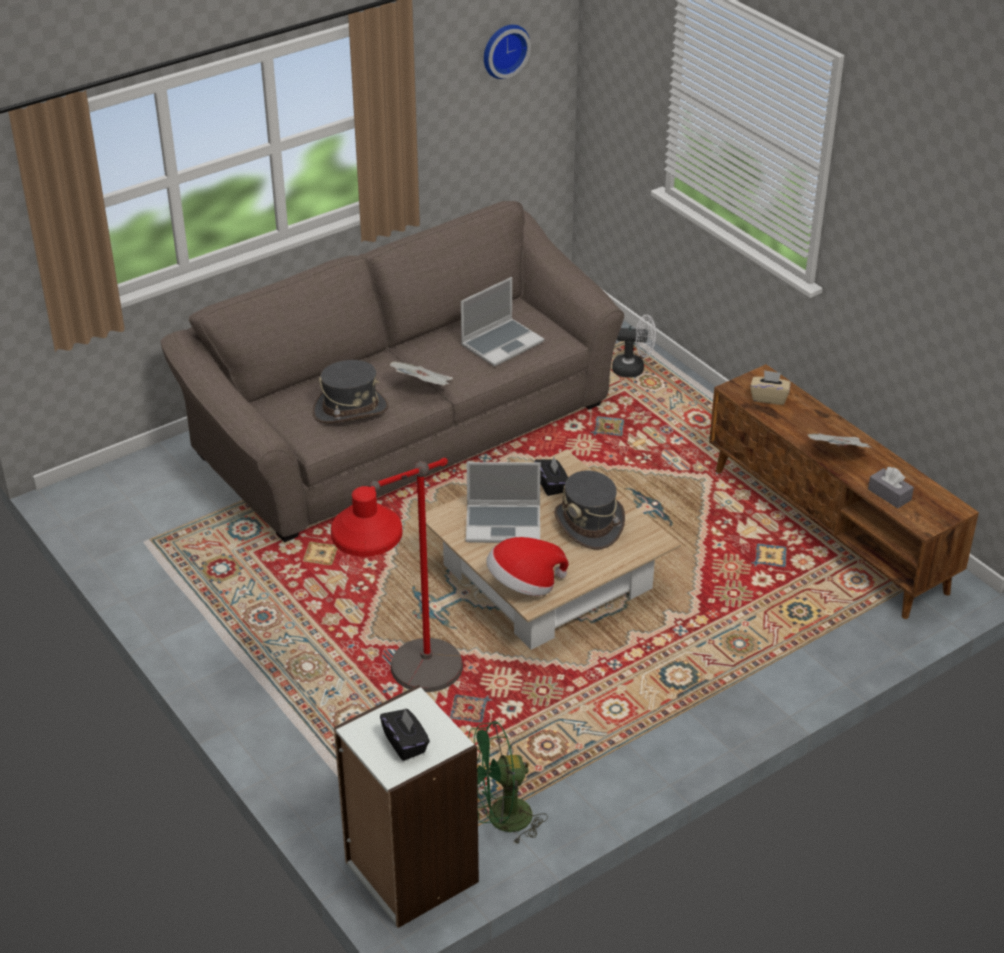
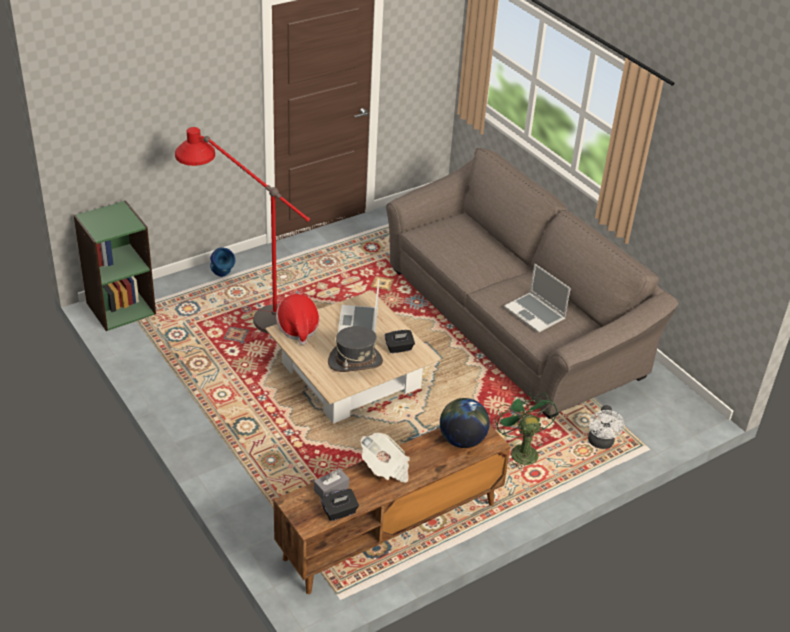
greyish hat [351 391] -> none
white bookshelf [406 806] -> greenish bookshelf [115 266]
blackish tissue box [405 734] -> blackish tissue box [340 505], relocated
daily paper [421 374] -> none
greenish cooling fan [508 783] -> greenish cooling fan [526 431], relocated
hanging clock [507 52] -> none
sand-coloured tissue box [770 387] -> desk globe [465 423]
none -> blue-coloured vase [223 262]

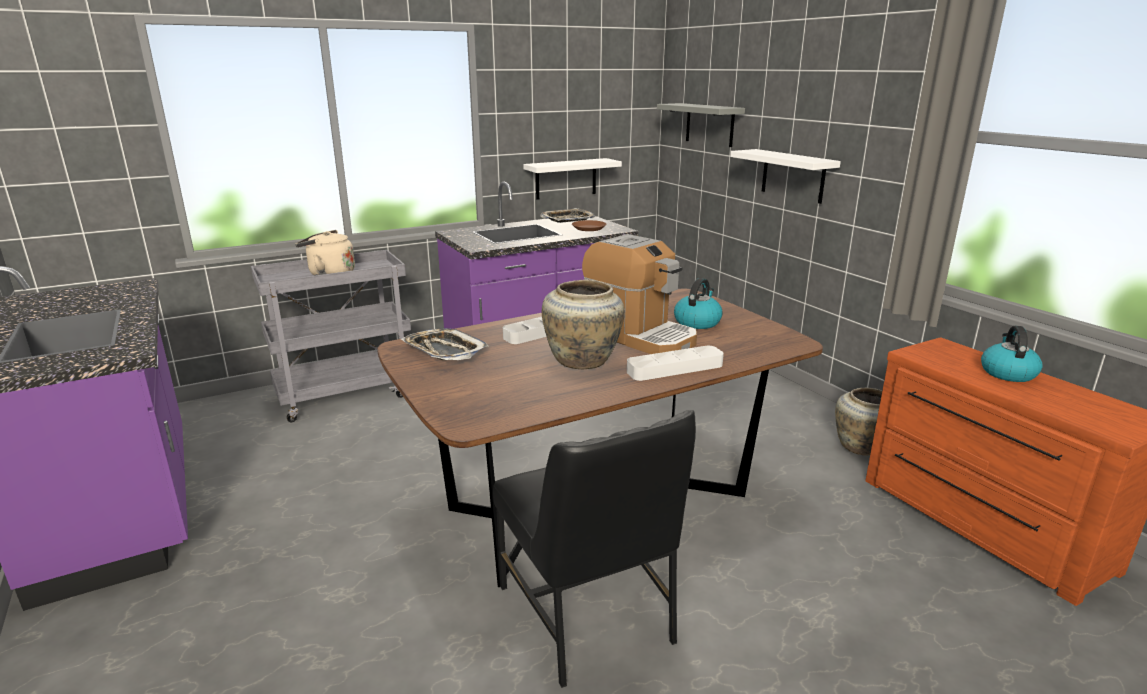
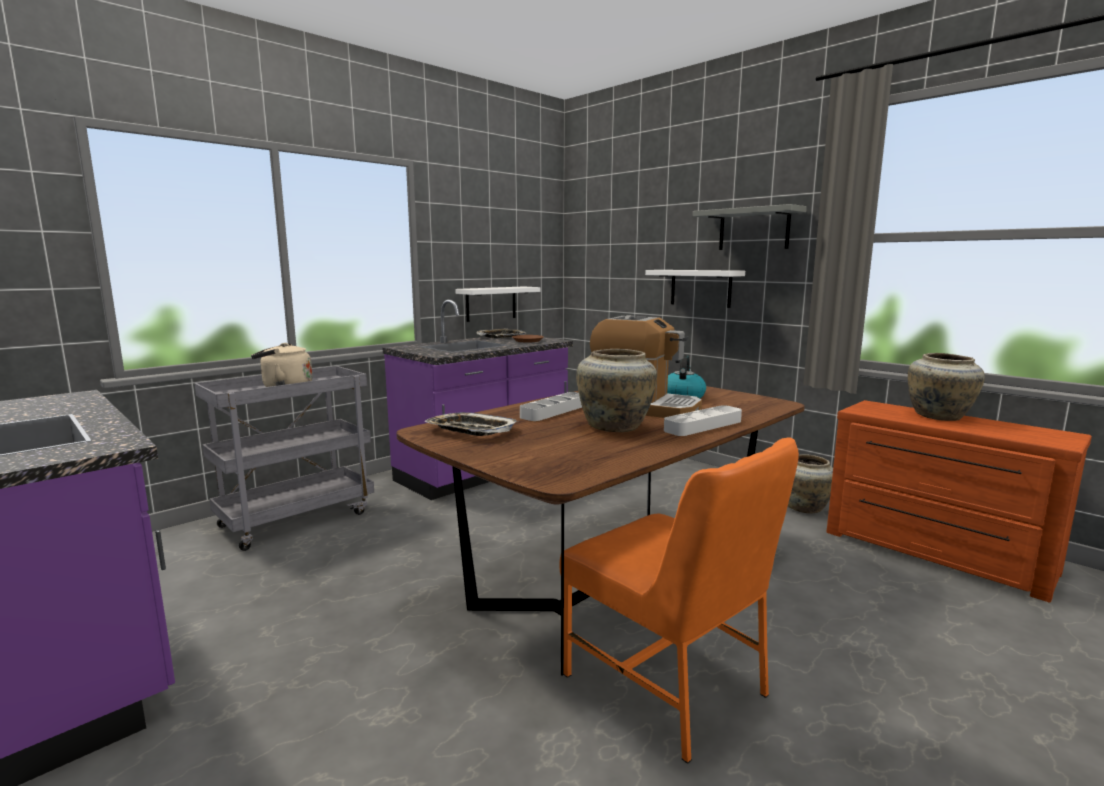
blackish chair [594 549] -> orangey chair [679 600]
greyish wall shelf [701 125] -> greyish wall shelf [750 227], relocated
tea kettle [1012 354] -> sand-coloured vase [946 387]

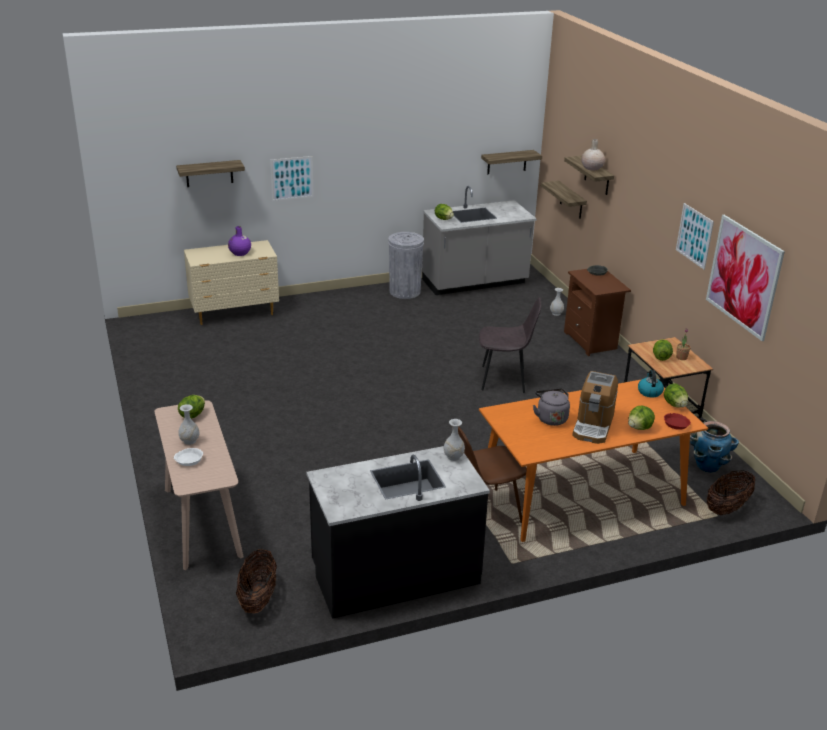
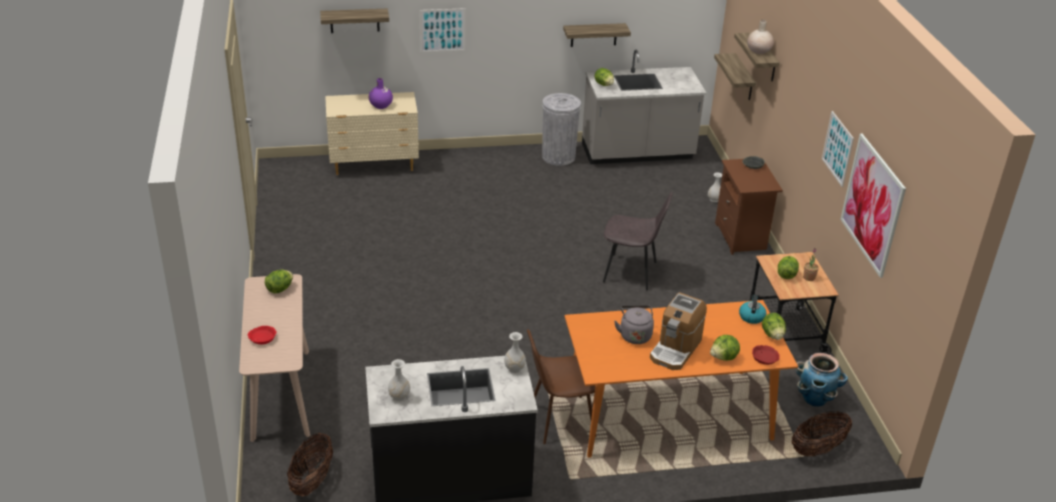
white serving bowl [188 457] -> red-coloured serving bowl [262 335]
white vase [188 424] -> white vase [399 380], relocated
wall shelf [511 162] -> wall shelf [597 35], relocated

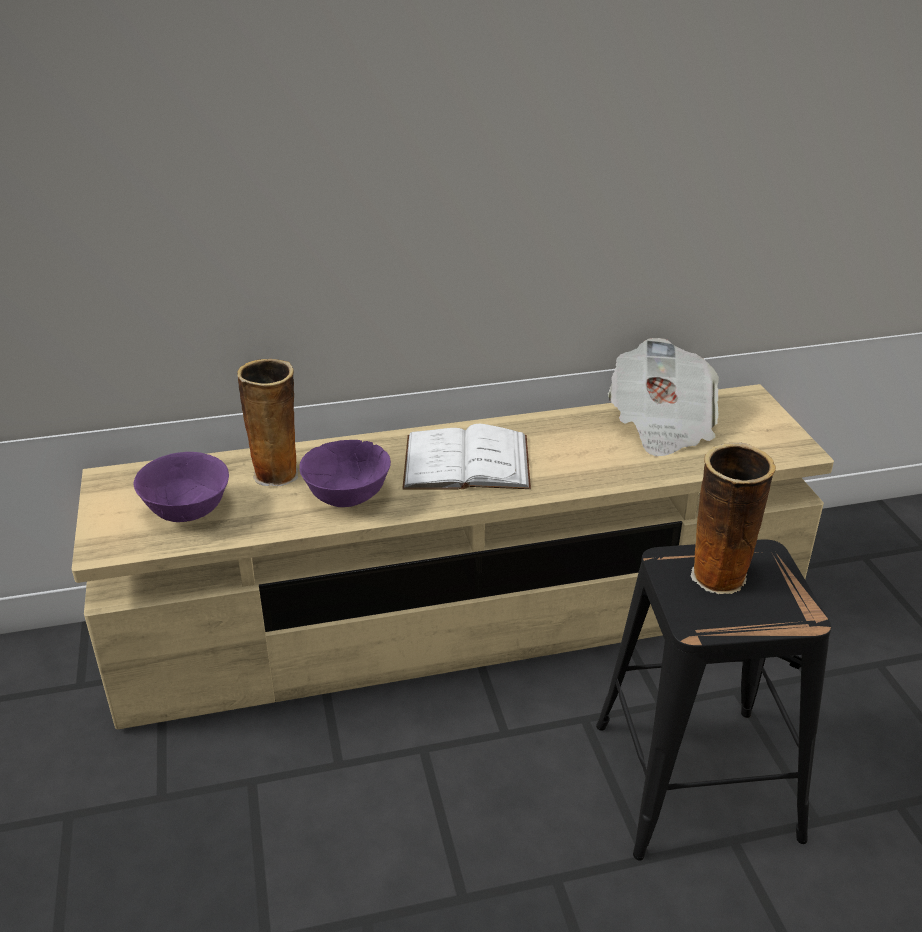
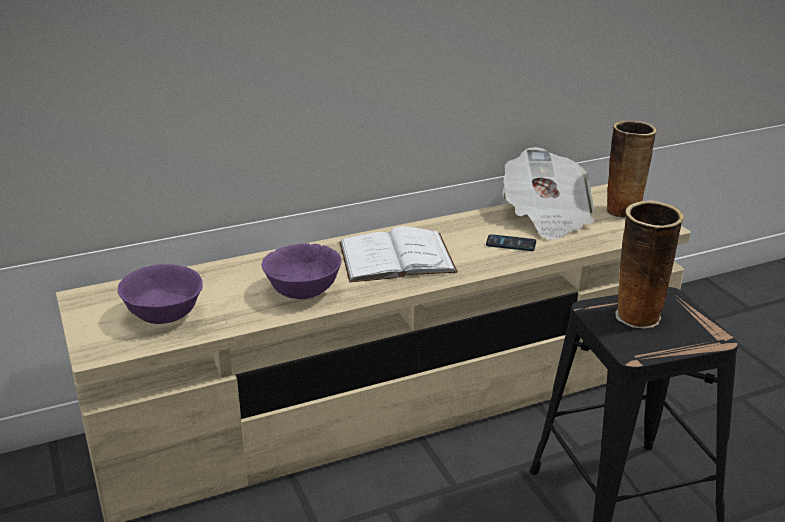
vase [267 422] -> vase [631 170], relocated
none -> phone [511 242]

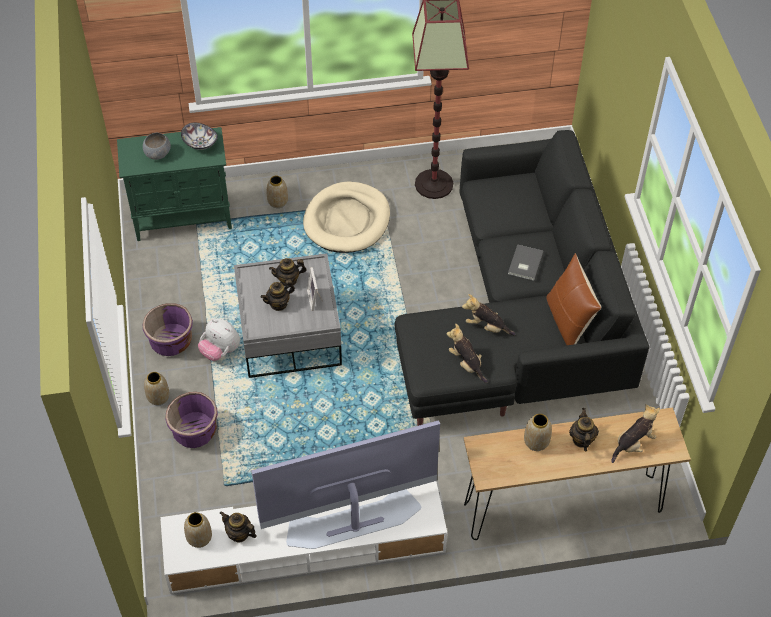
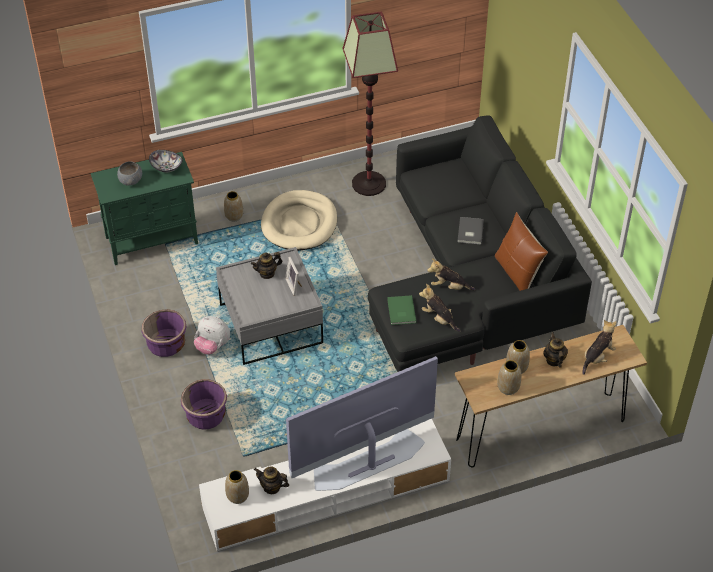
vase [157 389] -> vase [509 377], relocated
tea pot [278 295] -> none
none -> greenish book [401 310]

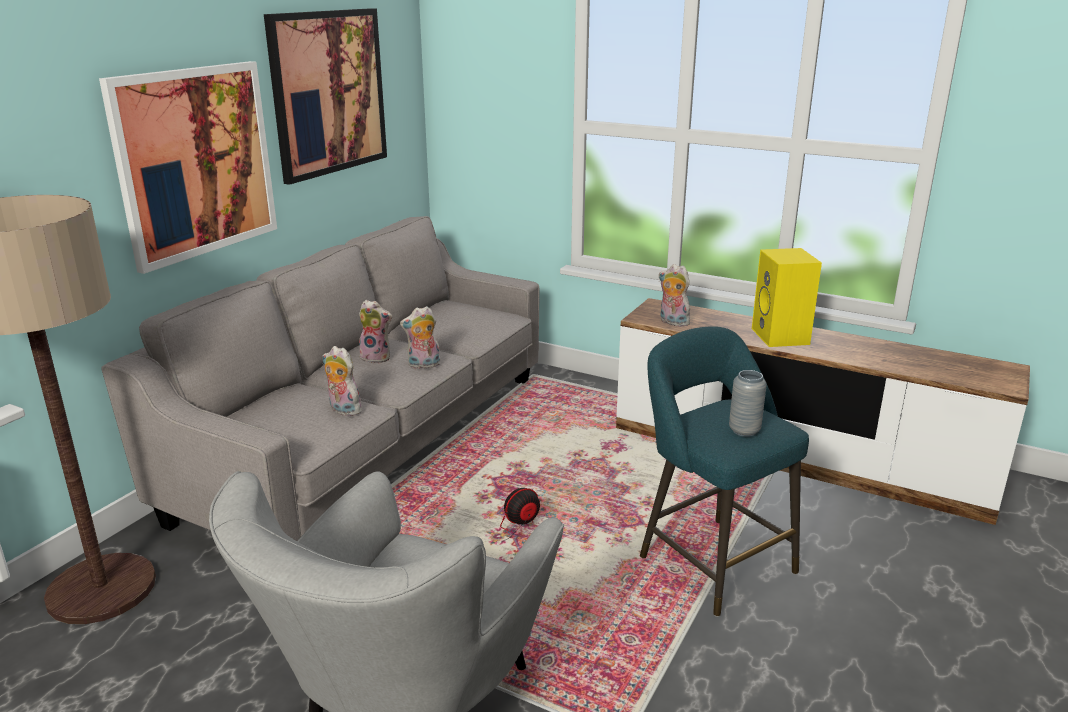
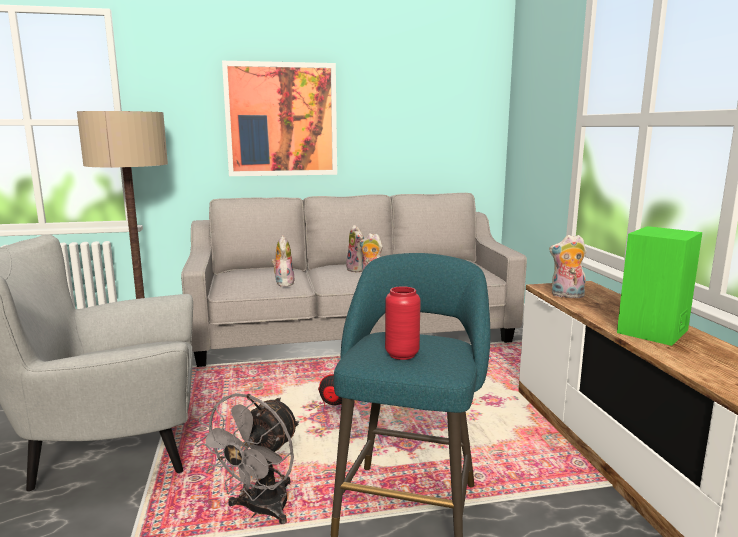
picture [325 96] -> none
cuddly toy [674 295] -> cuddly toy [568 266], 75 degrees counterclockwise
greyish vase [748 403] -> red-coloured vase [403 323]
yellowish speaker [787 297] -> greenish speaker [659 286]
none -> greyish cooling fan [247 458]

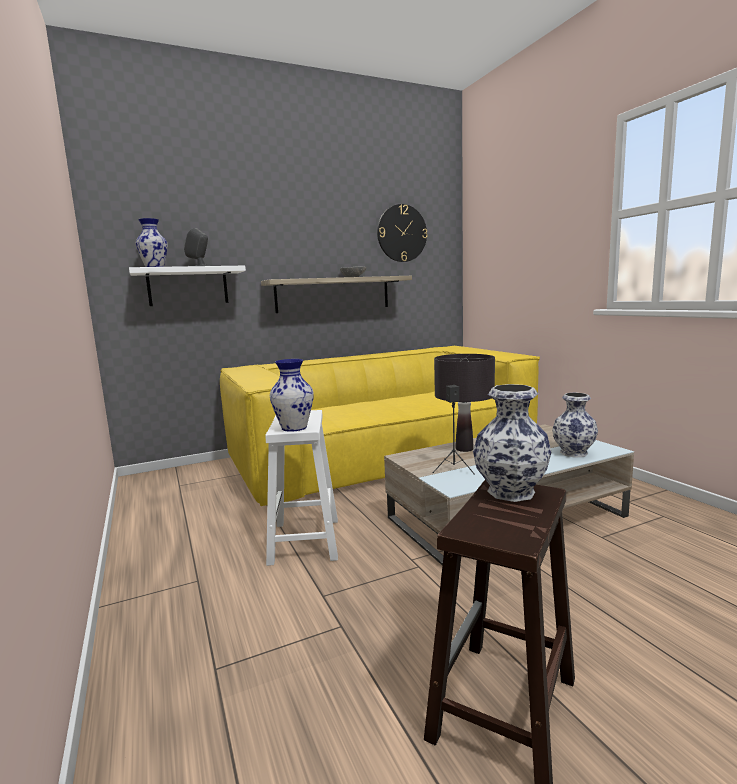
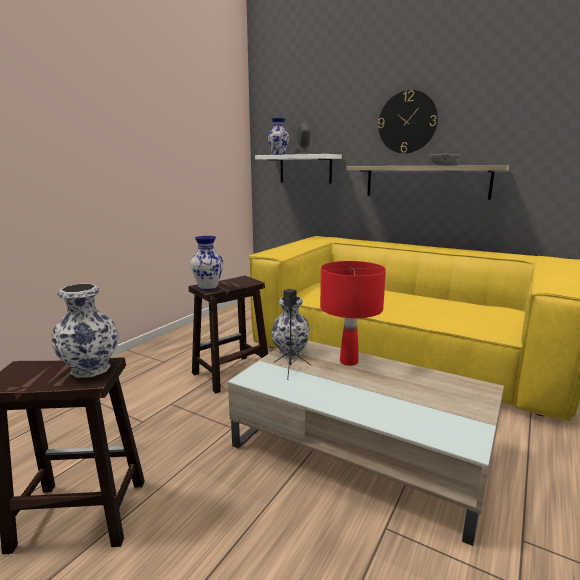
white stool [301 488] -> brownish stool [228 334]
hanging clock [402 233] -> hanging clock [408 121], relocated
blackish lamp for a table [464 403] -> red-coloured lamp for a table [353 313]
vase [575 425] -> vase [290 327], relocated

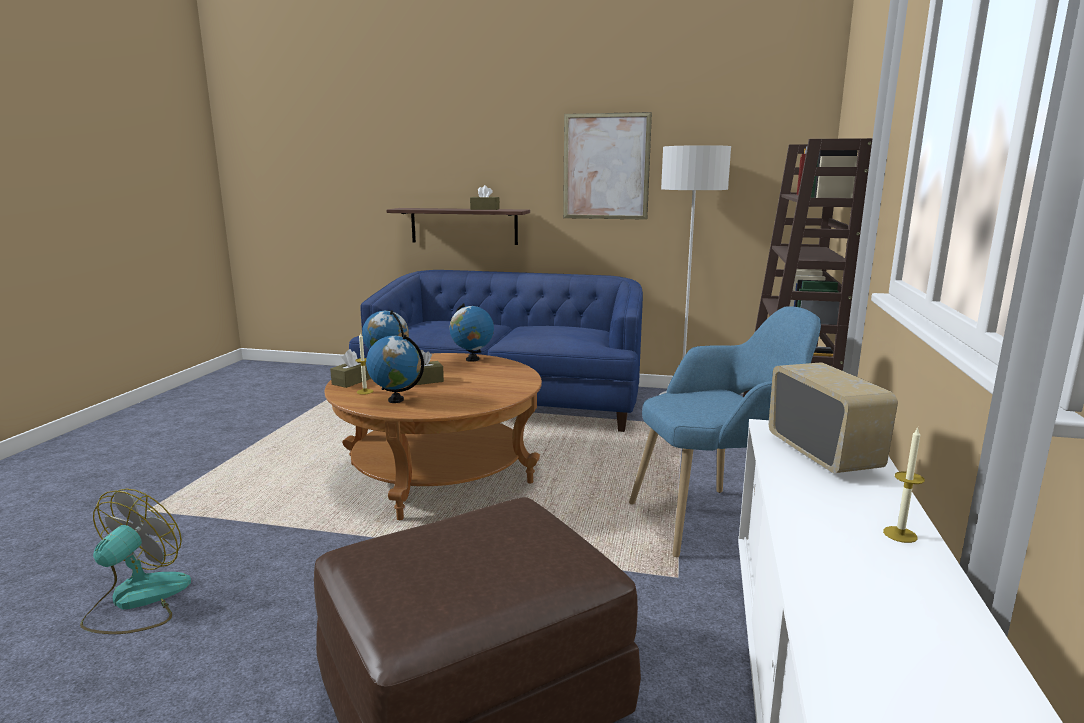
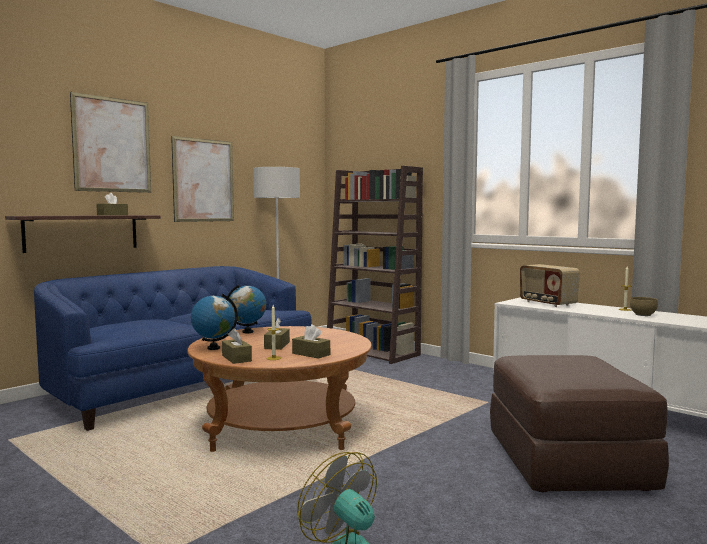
desk globe [395 368] -> brownish tissue box [311 341]
blue-coloured lounge chair [725 431] -> none
radio set [833 417] -> radio set [550 285], 135 degrees counterclockwise
none -> picture [110 142]
none -> brownish serving bowl [644 306]

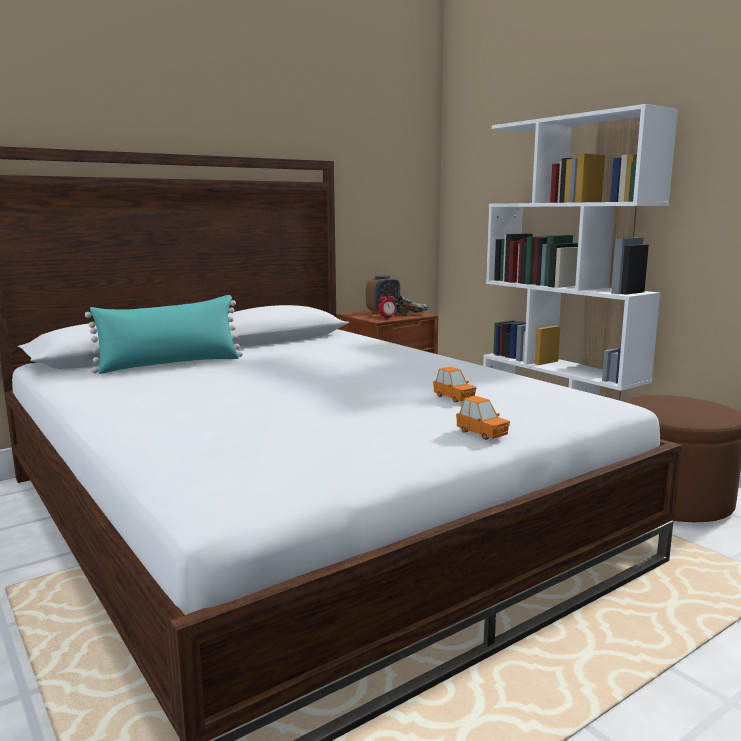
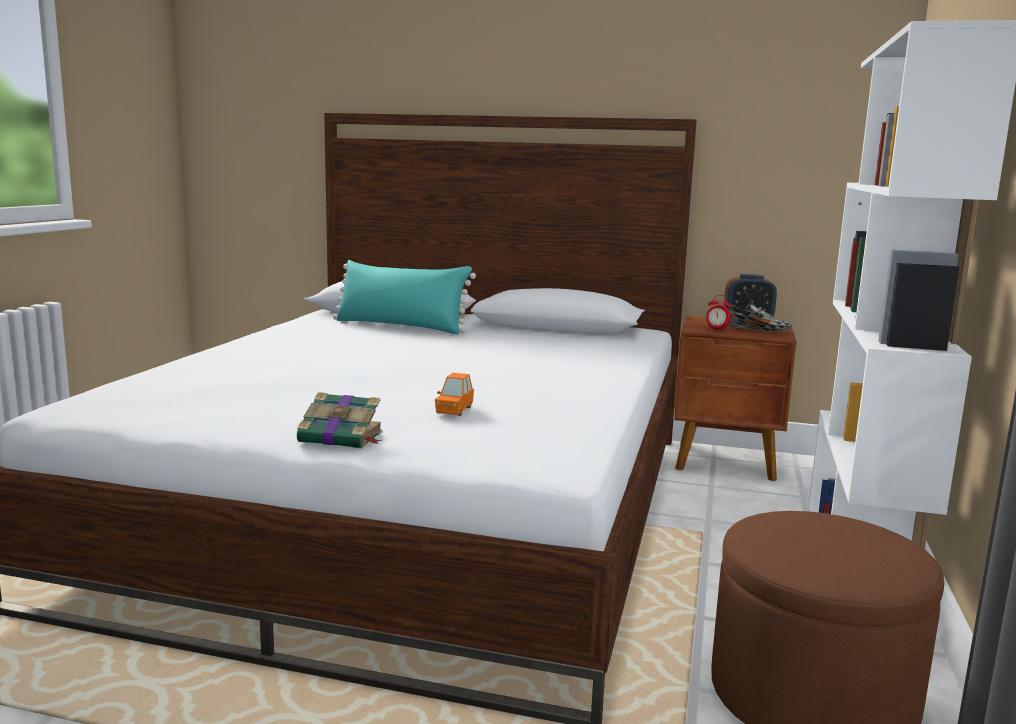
orangey model car [483 418] -> book [339 420]

